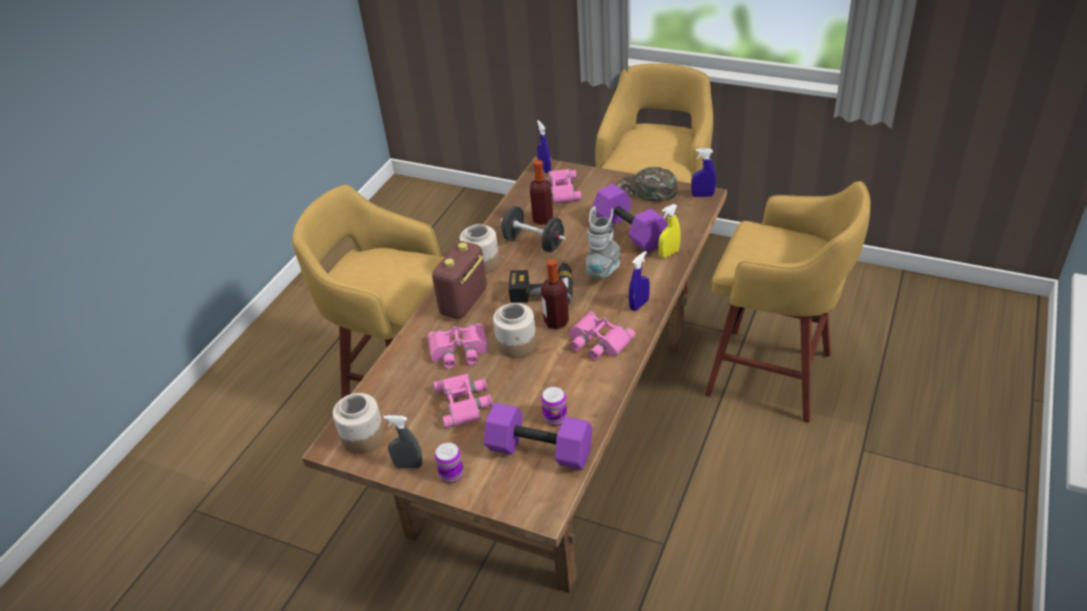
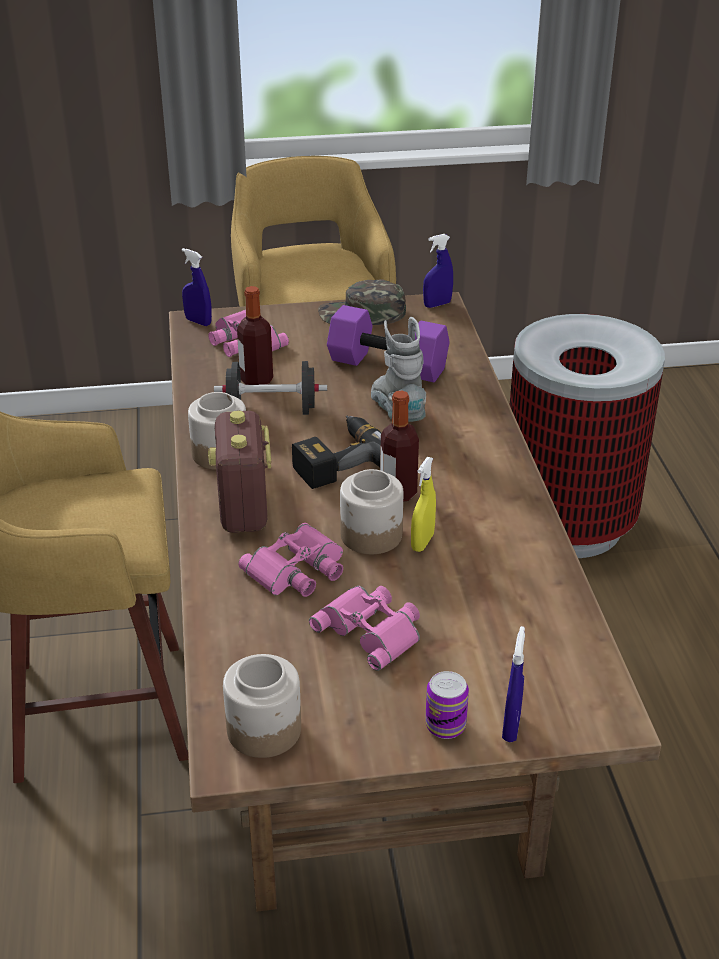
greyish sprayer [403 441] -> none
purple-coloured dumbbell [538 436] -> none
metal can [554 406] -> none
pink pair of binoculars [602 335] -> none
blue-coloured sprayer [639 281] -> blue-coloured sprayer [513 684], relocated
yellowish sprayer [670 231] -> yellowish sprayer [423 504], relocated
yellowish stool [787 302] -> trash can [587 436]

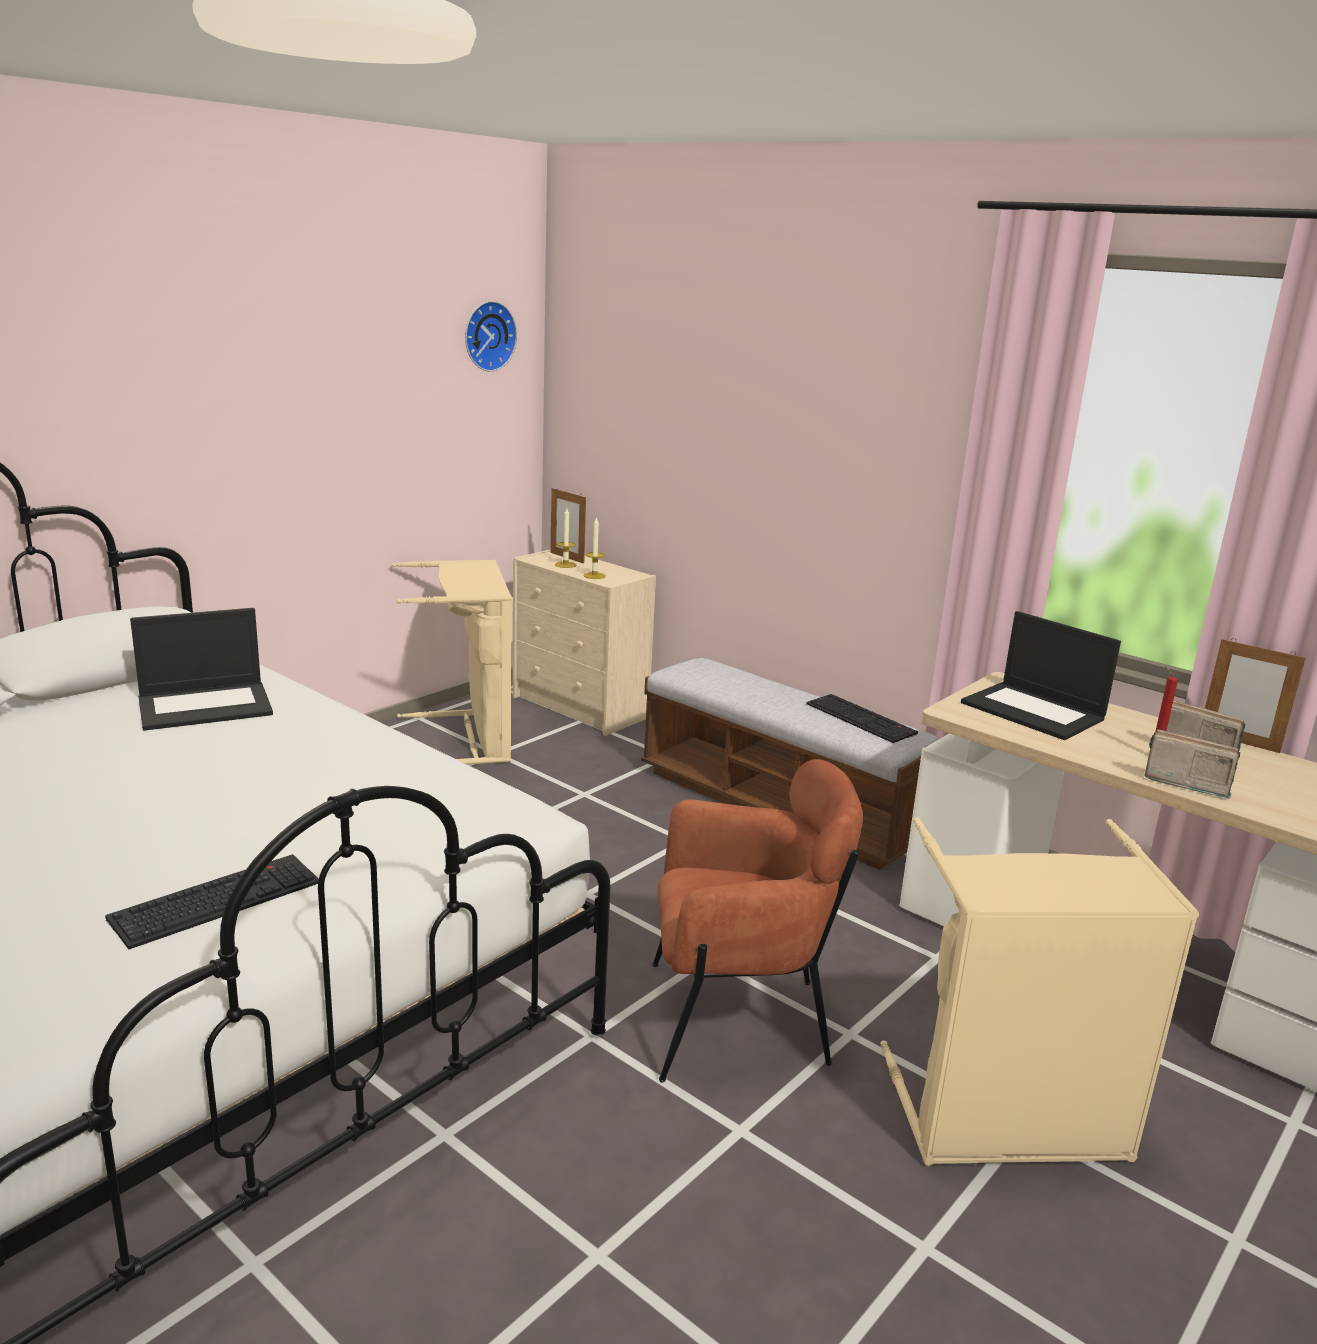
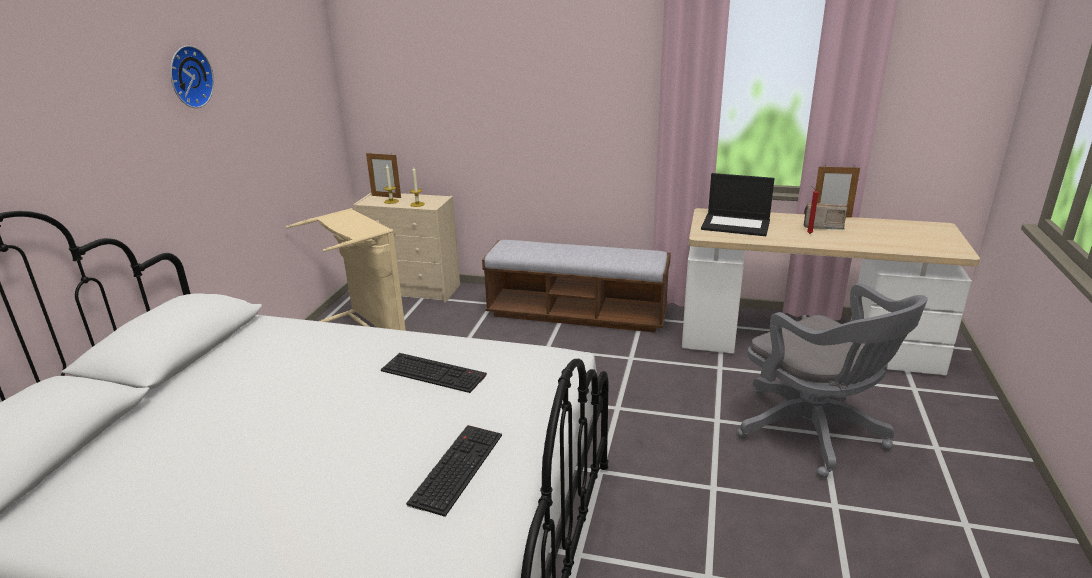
portable computer [201 669] -> none
hanging clock [491 336] -> hanging clock [192 76], relocated
brownish lounge chair [757 921] -> none
keyboard [862 718] -> keyboard [434 373], relocated
sand-coloured hamper [1039 991] -> greyish desk chair [832 380]
radio set [1192 764] -> none

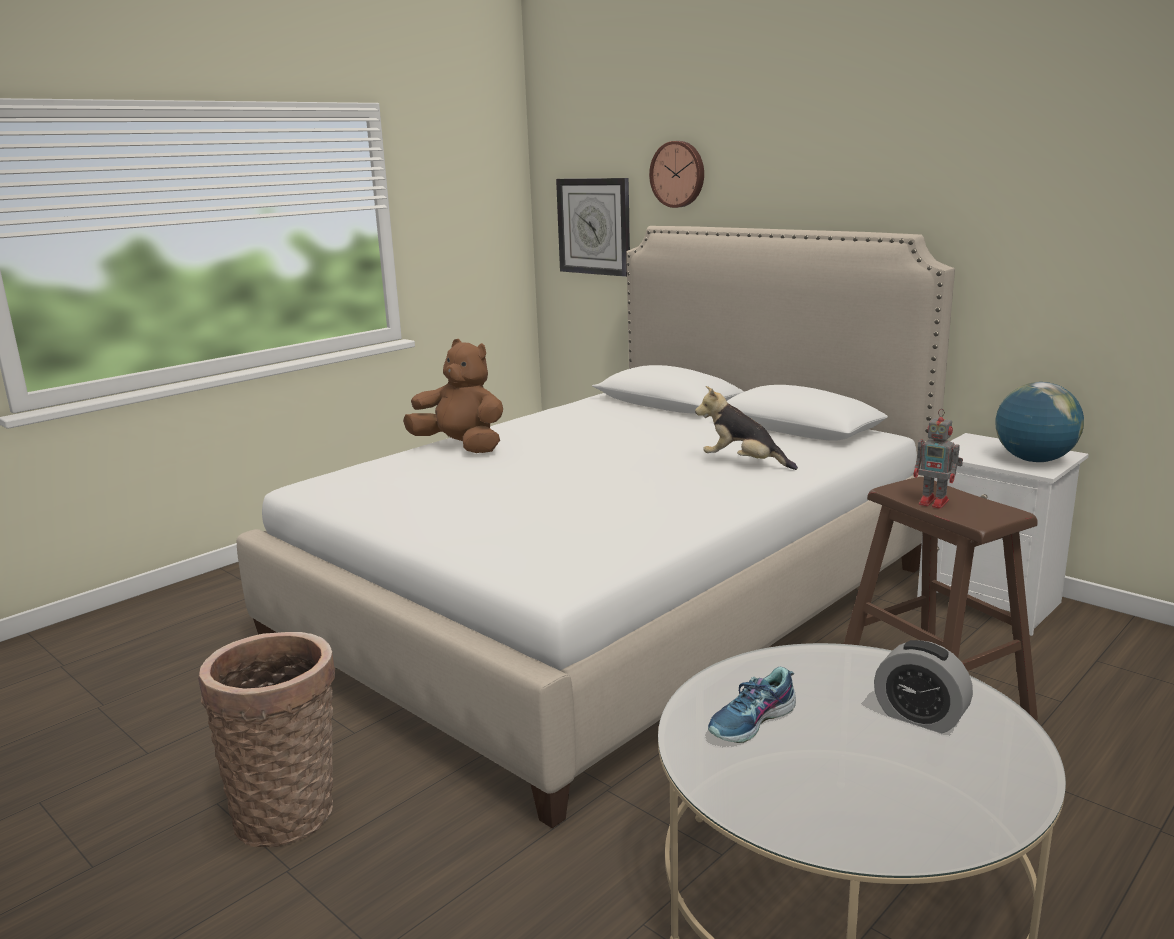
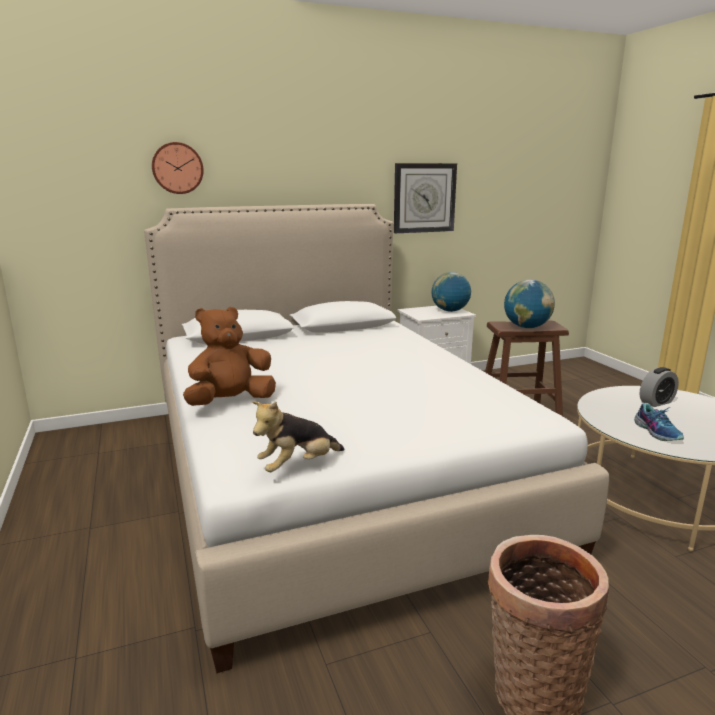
hanging clock [593 227] -> hanging clock [425 198], relocated
cuddly toy [746 428] -> cuddly toy [298 436], relocated
robot figure [938 459] -> desk globe [529 303]

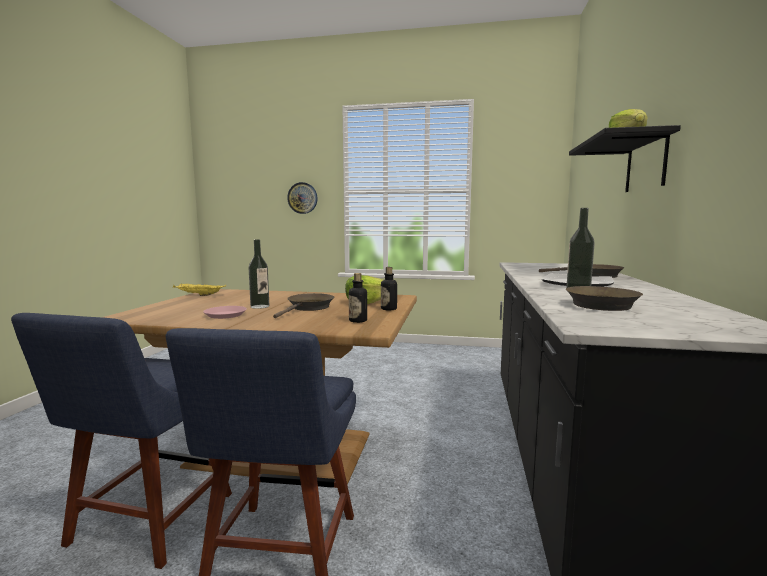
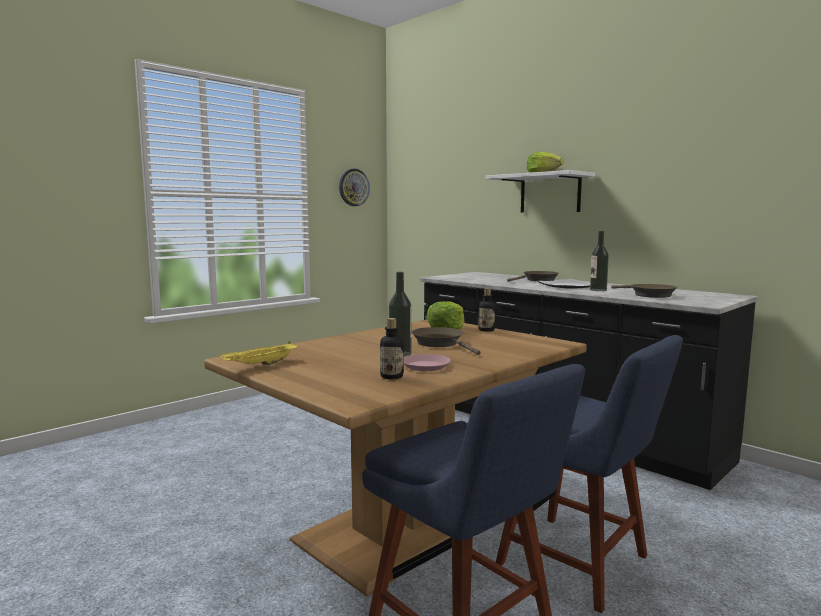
hanging clock [302 198] -> hanging clock [354 187], relocated
bottle [358 298] -> bottle [392 348], relocated
blackish wall shelf [625 158] -> white wall shelf [540 191]

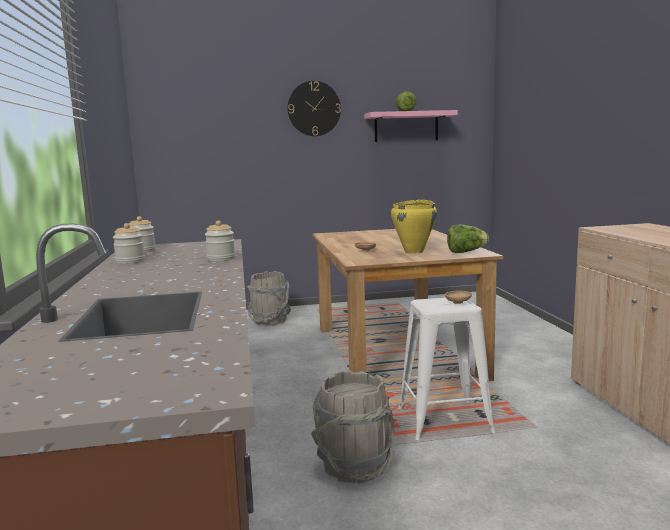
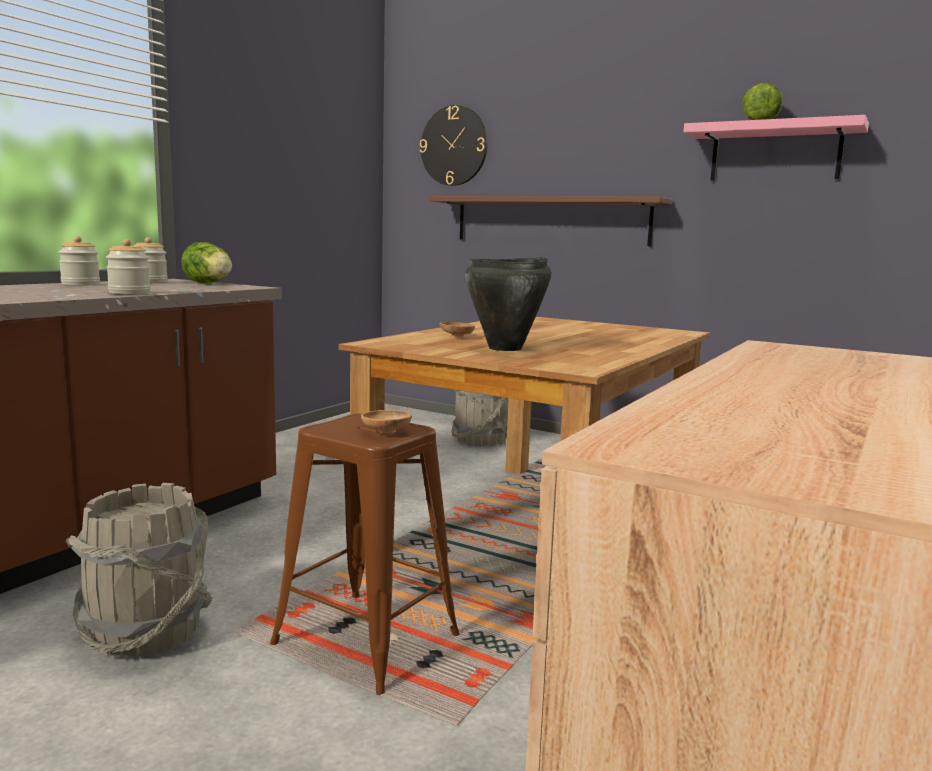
hanging clock [314 108] -> hanging clock [454 145], relocated
yellowish stockpot [414 226] -> blackish stockpot [508 304]
white stool [447 369] -> brownish stool [365 554]
lettuce [468 238] -> lettuce [206 263], relocated
none -> brownish wall shelf [551 221]

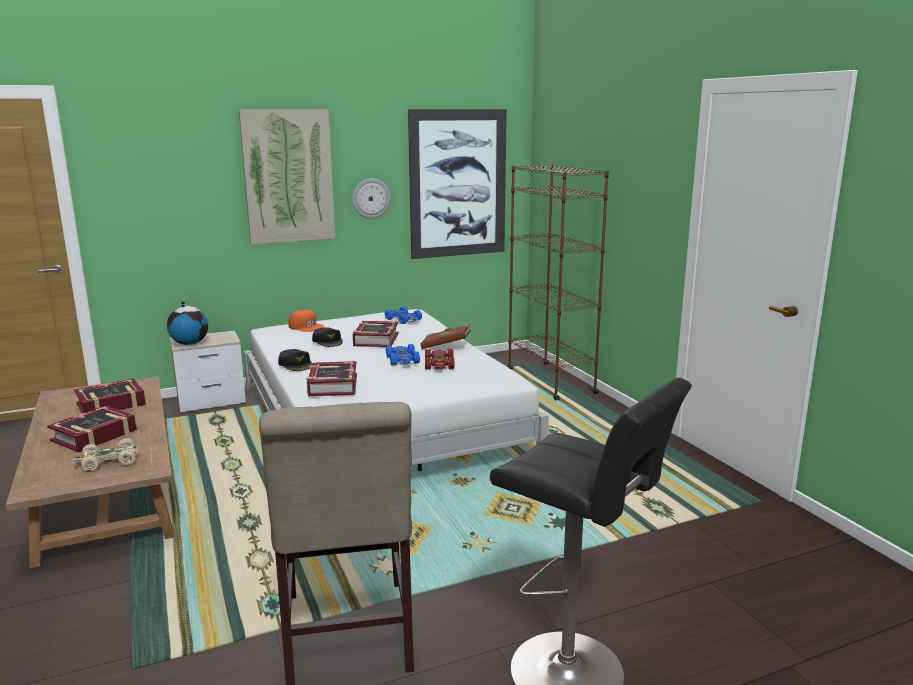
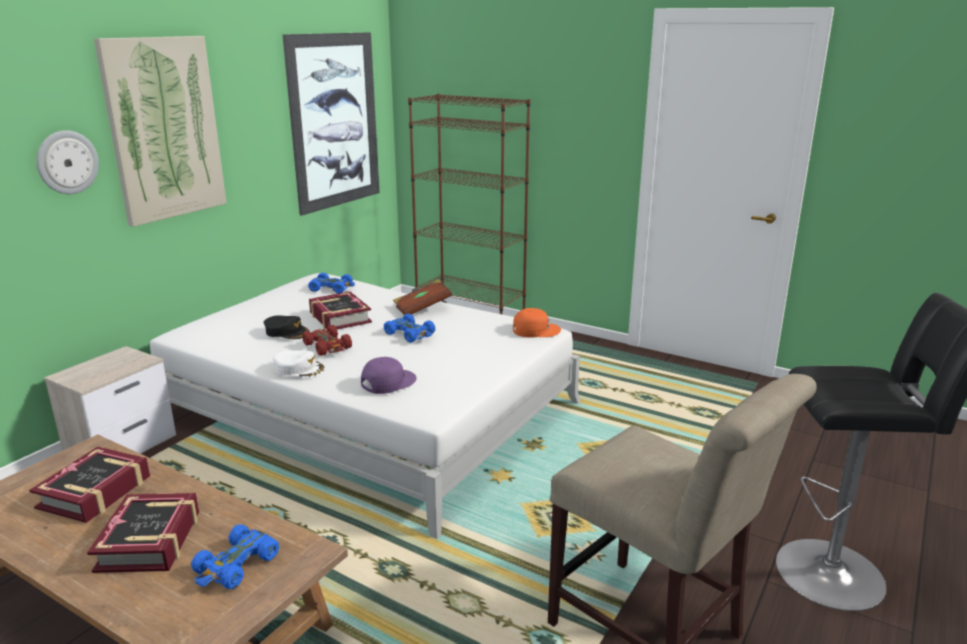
sand-coloured model car [105 455] -> blue-coloured model car [235 556]
desk globe [187 323] -> none
blackish cap [295 360] -> white cap [299 363]
orangey cap [307 320] -> orangey cap [537 323], relocated
book [331 378] -> purple-coloured cap [389 375]
hanging clock [371 198] -> hanging clock [68 162], relocated
red-coloured model car [439 359] -> red-coloured model car [327 340], relocated

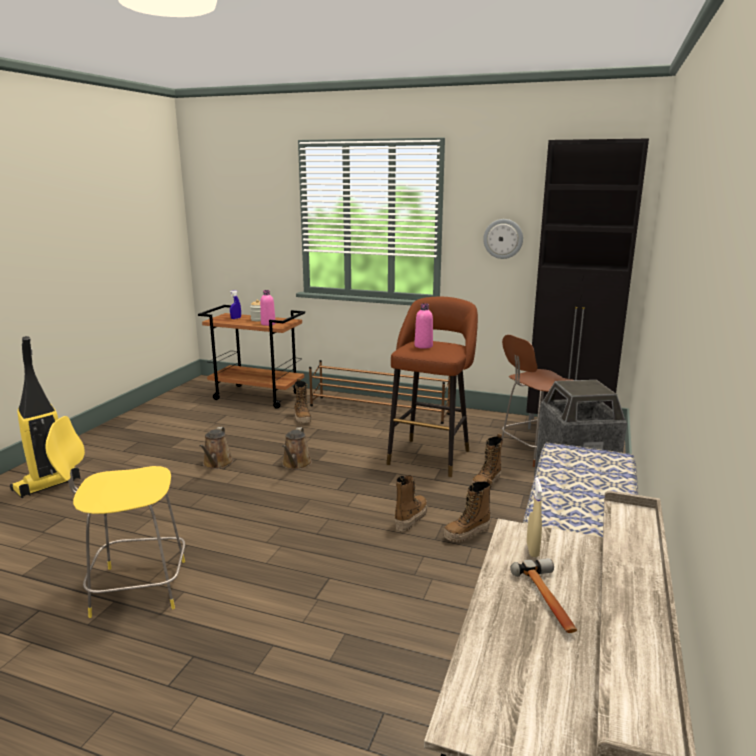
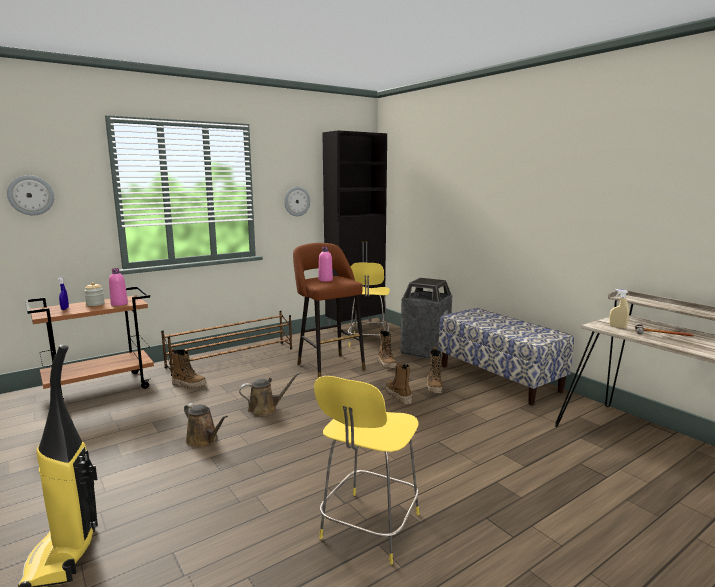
brownish sprinkling can [297 448] -> brownish sprinkling can [270 394], 60 degrees counterclockwise
brownish stool [537 401] -> yellowish stool [369 304]
none -> hanging clock [30 195]

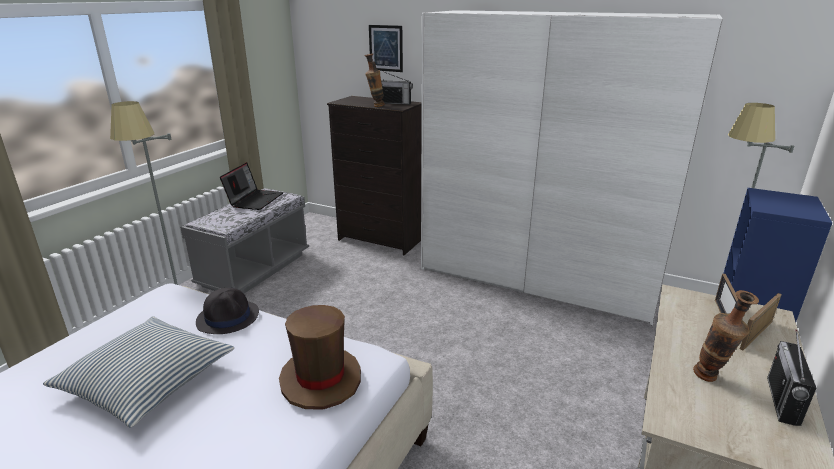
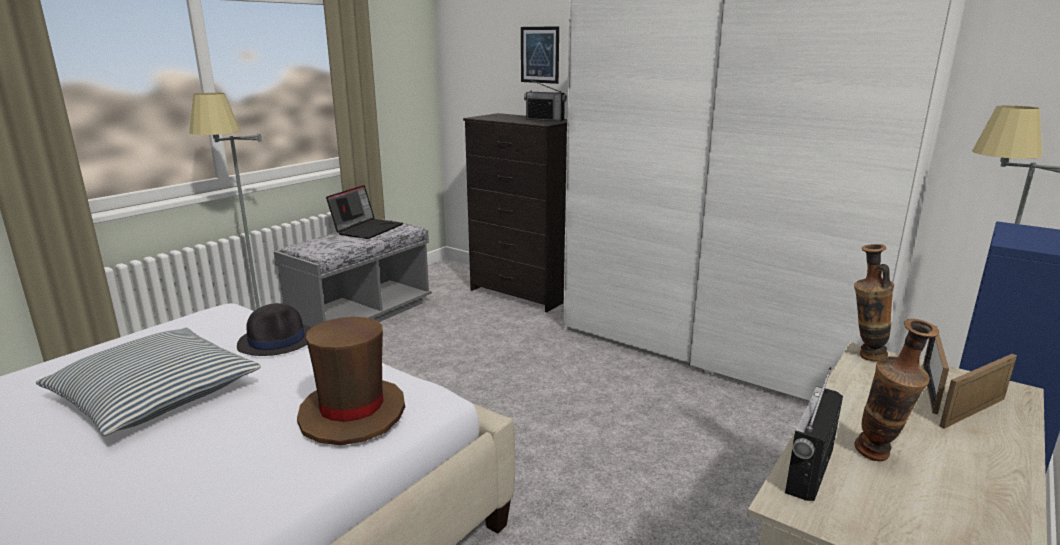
vase [374 80] -> vase [874 302], relocated
radio set [791 377] -> radio set [814 434], relocated

